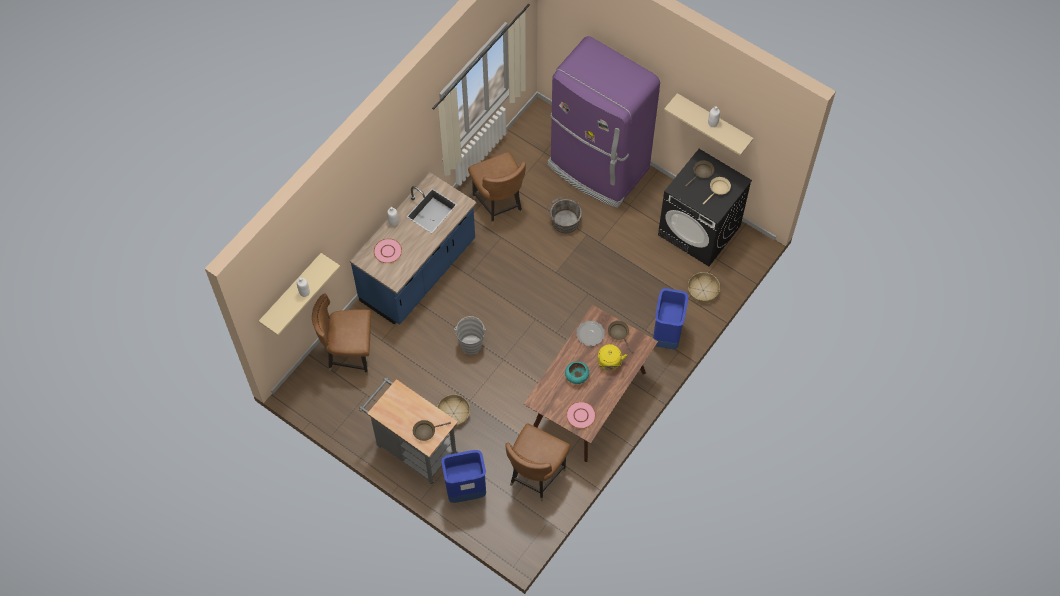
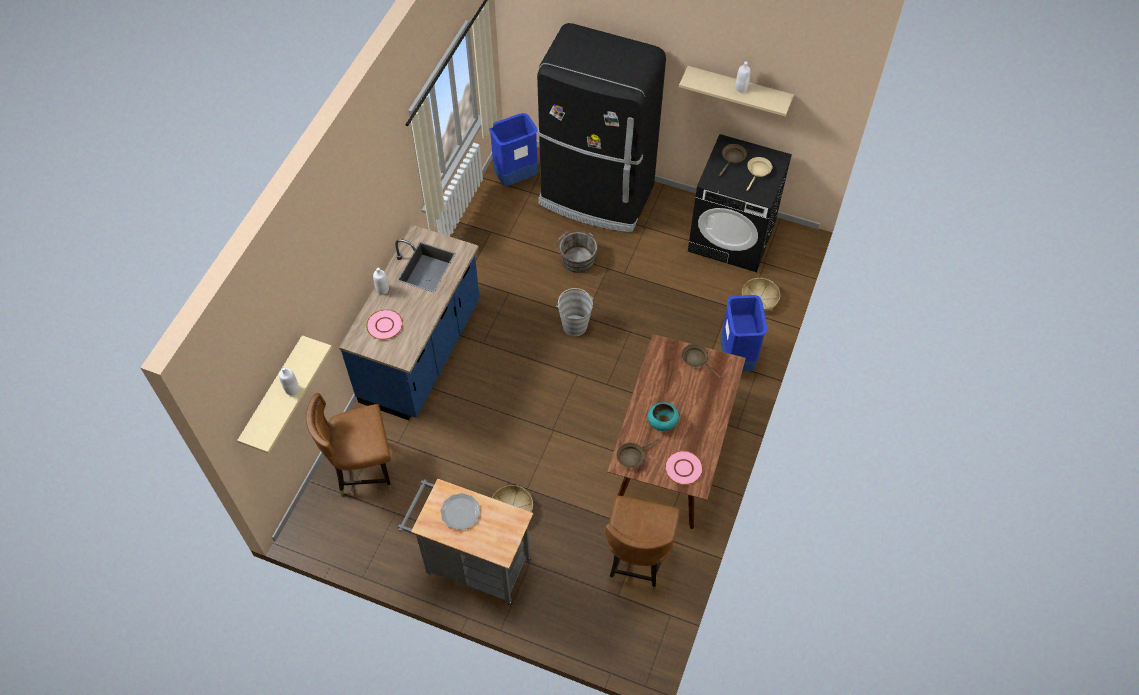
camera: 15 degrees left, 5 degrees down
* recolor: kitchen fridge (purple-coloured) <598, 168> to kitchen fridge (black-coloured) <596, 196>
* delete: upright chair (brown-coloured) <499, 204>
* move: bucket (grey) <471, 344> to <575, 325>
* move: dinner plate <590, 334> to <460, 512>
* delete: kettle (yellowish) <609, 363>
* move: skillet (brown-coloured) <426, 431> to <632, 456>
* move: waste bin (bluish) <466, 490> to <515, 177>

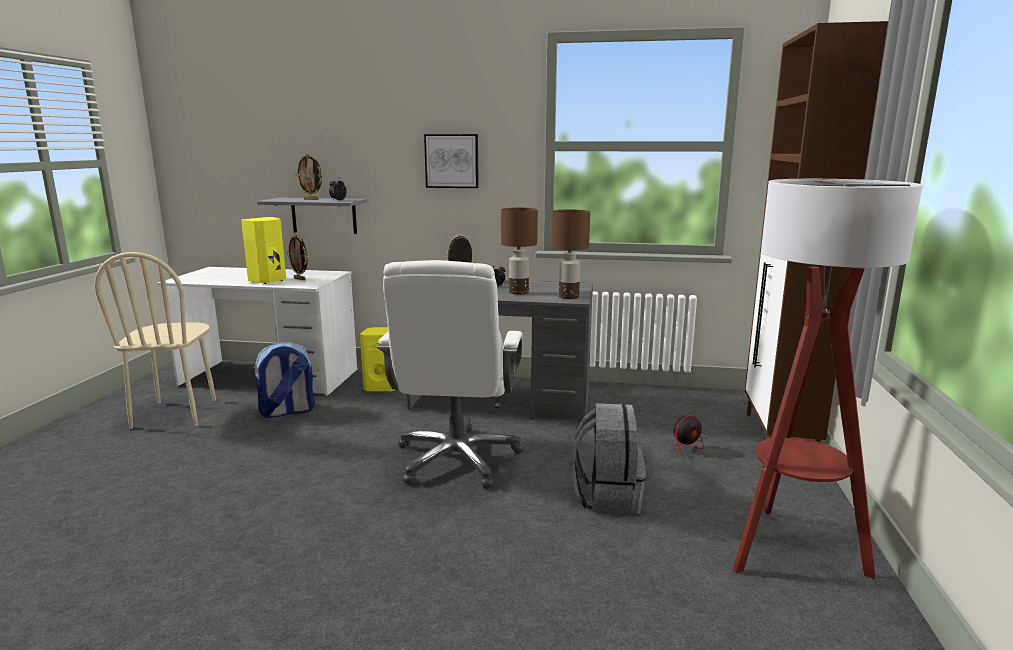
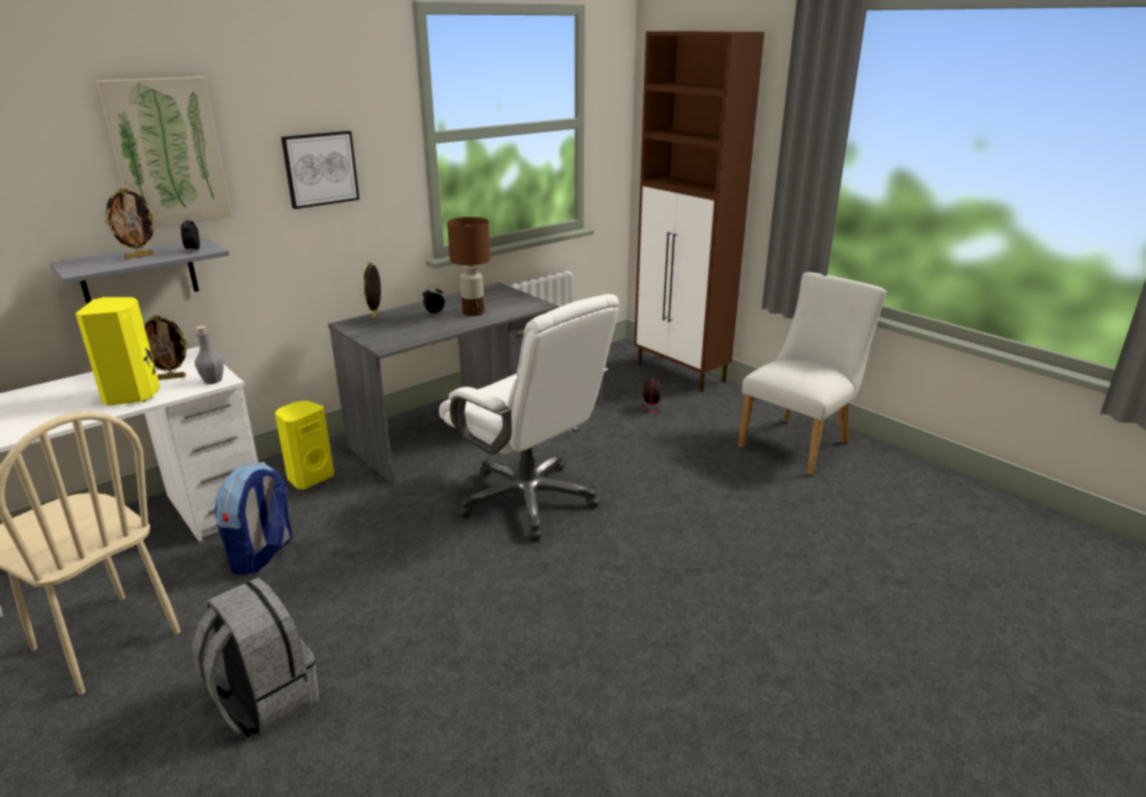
camera: 50 degrees left, 10 degrees up
* replace: floor lamp <789, 550> to upright chair (white) <799, 442>
* delete: lamp for a table (brown-coloured) <568, 296>
* move: knapsack (grey) <607, 496> to <264, 699>
* insert: wall picture <167, 152>
* insert: drink bottle (grey) <213, 380>

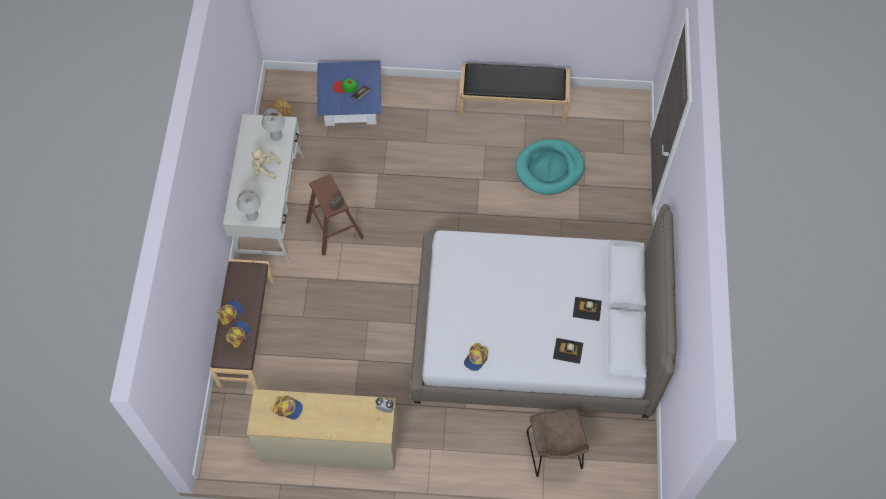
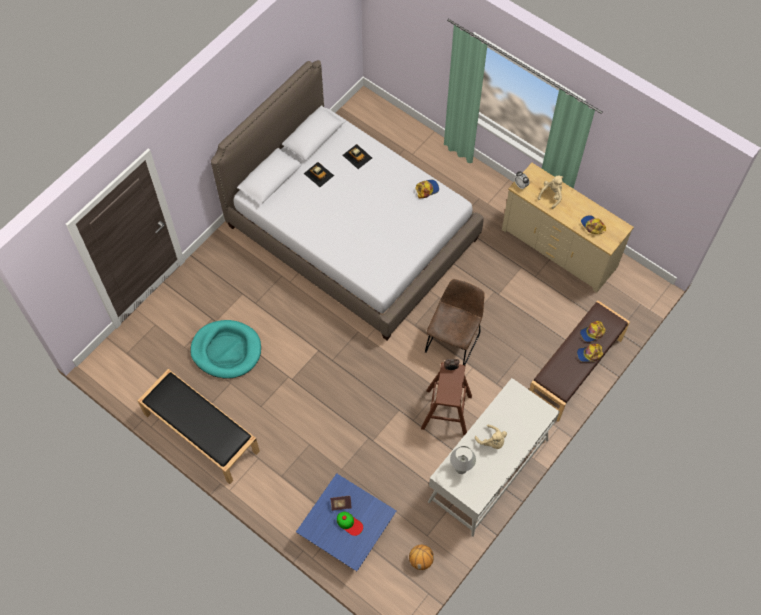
camera: 145 degrees left, 0 degrees up
* delete: lamp for a table (white) <252, 216>
* move: upright chair (brown-coloured) <555, 454> to <453, 340>
* insert: soft toy (sand-coloured) <551, 195>

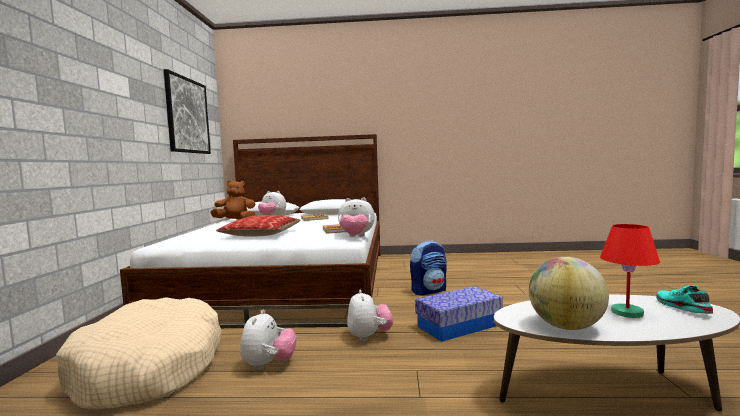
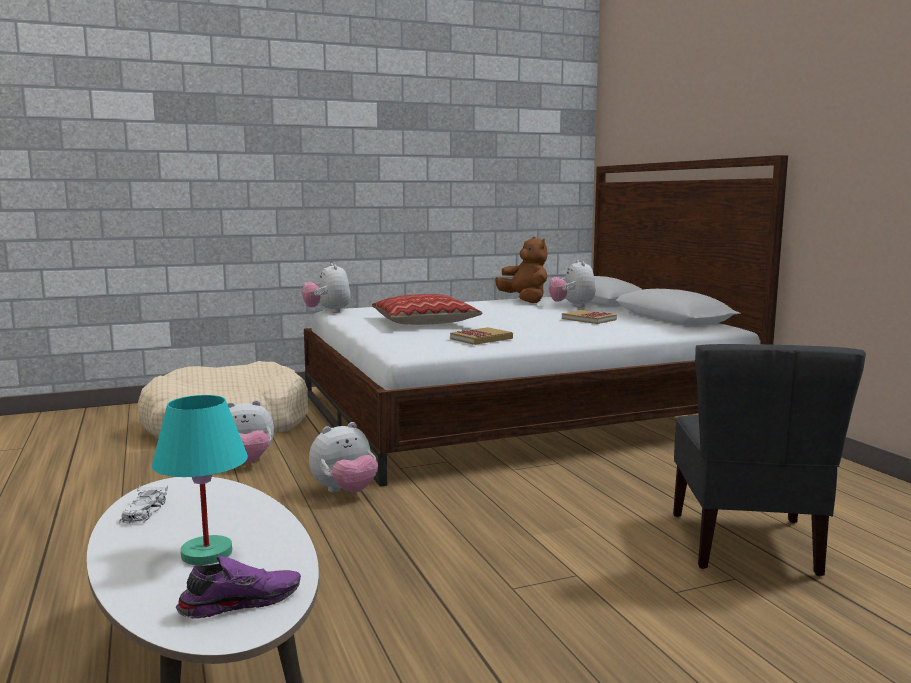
camera: 65 degrees right, 5 degrees up
* delete: wall picture <187, 115>
* move: soft toy <356, 237> to <328, 312>
* recolor: lamp for a table (red-coloured) <627, 313> to lamp for a table (turquoise) <205, 553>
* delete: knapsack <429, 291>
* replace: globe <566, 326> to miniature car (white) <143, 512>
* recolor: shoe (turquoise) <681, 307> to shoe (purple-coloured) <240, 601>
* delete: storage container <459, 326>
* insert: upright chair (grey) <746, 544>

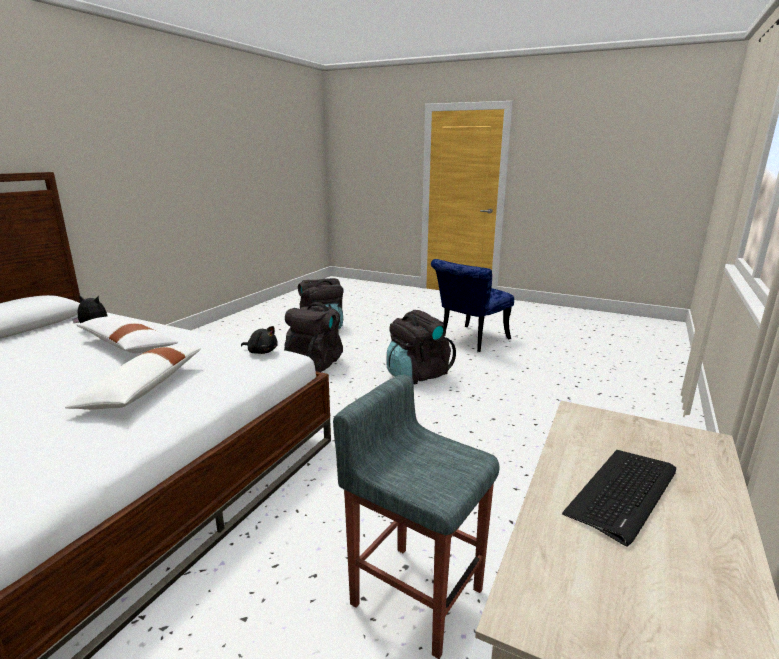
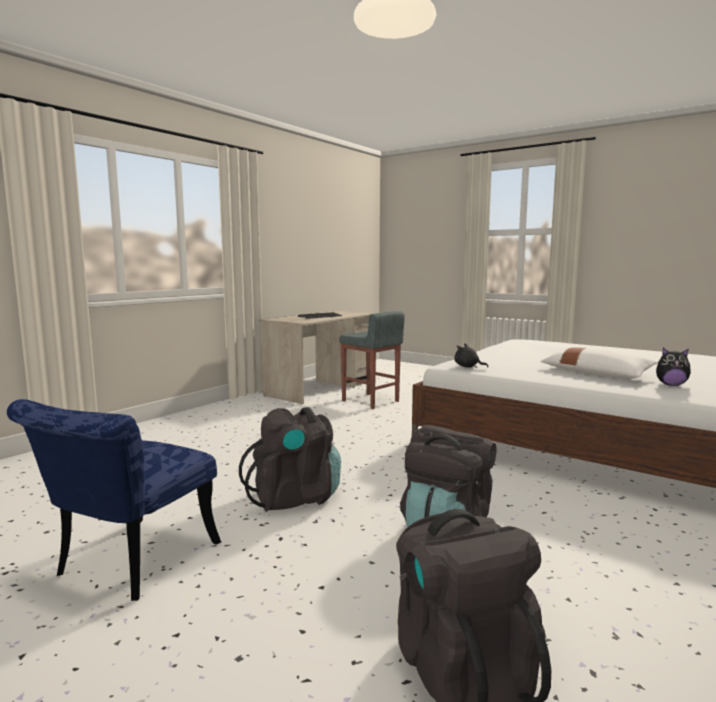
camera: 170 degrees left, 10 degrees down
* rotate: upright chair (bluish) <469, 340> = <128, 564> 150 degrees clockwise
* delete: cushion (white) <143, 389>

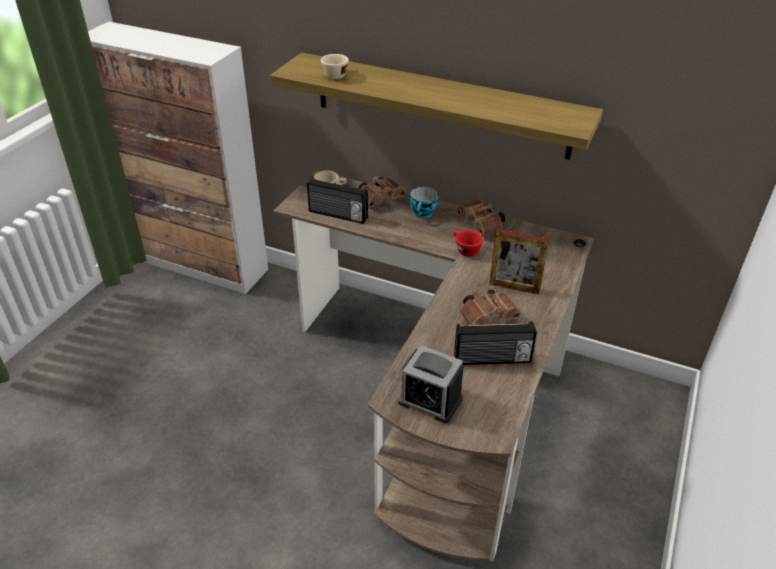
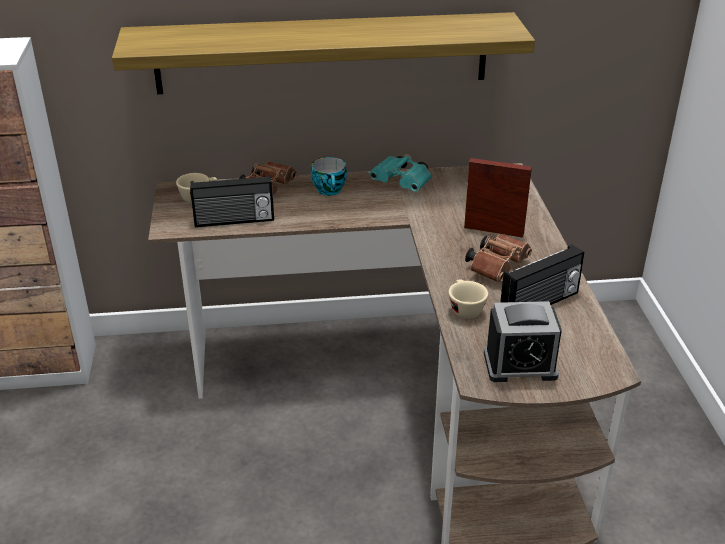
camera: 30 degrees left, 5 degrees down
* move: small cup (sand-coloured) <336, 74> to <464, 308>
* recolor: binoculars (brown-coloured) <481, 225> to binoculars (turquoise) <403, 183>
* rotate: picture frame <514, 287> = <493, 230> 150 degrees counterclockwise
* delete: small cup (red-coloured) <465, 250>

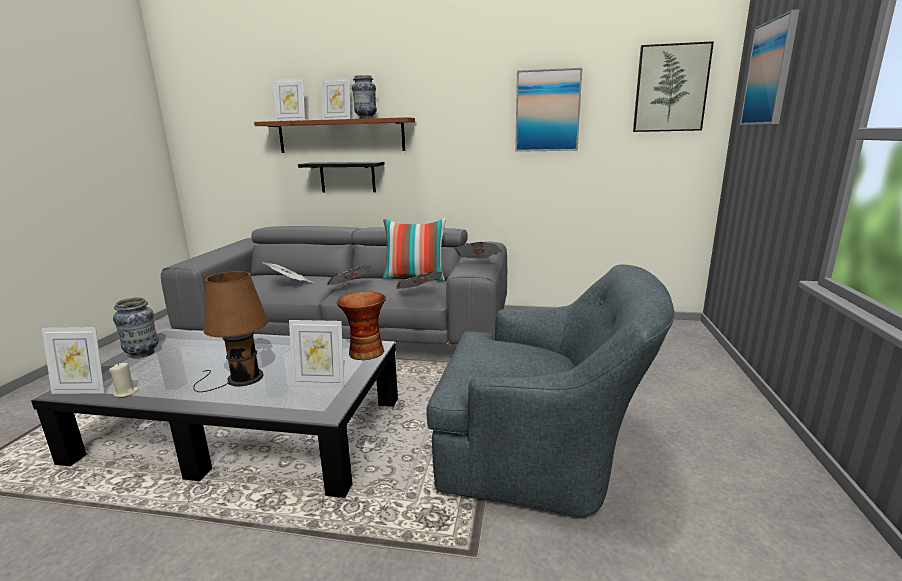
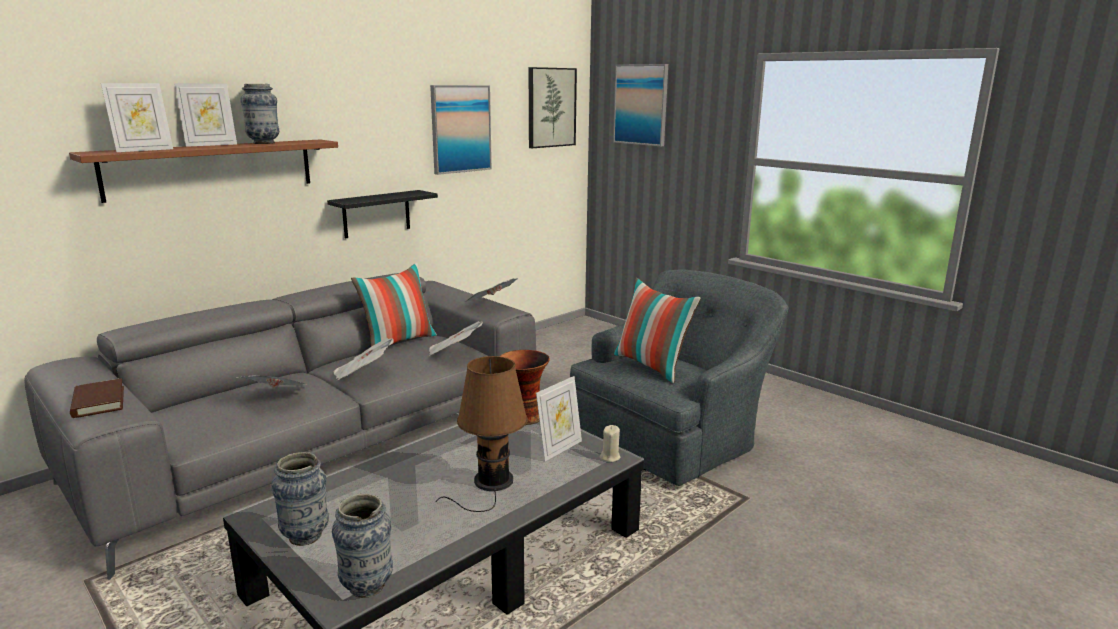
camera: 55 degrees left, 0 degrees up
* move: shelf (black-coloured) <347, 177> to <376, 214>
* replace: picture frame <82, 390> to flower vase <367, 586>
* move: wax light (sand-coloured) <126, 392> to <610, 457>
* insert: cushion <652, 366>
* insert: book (brown-coloured) <98, 402>

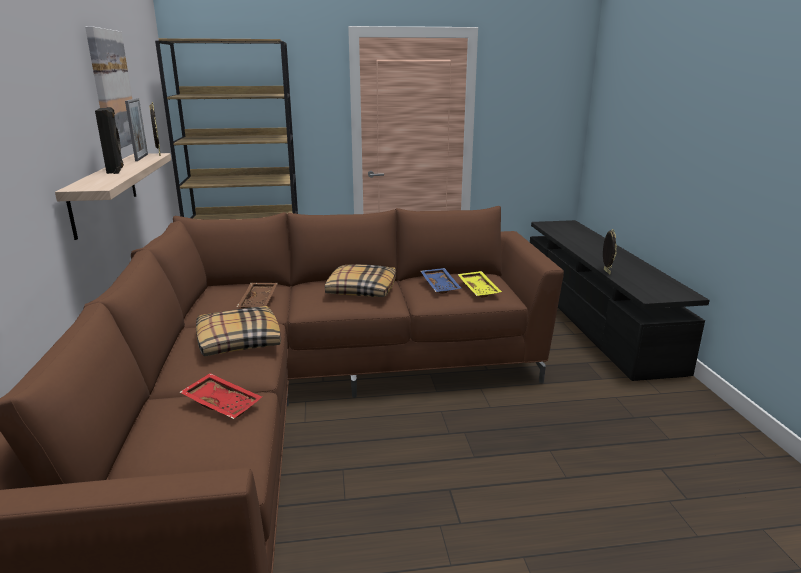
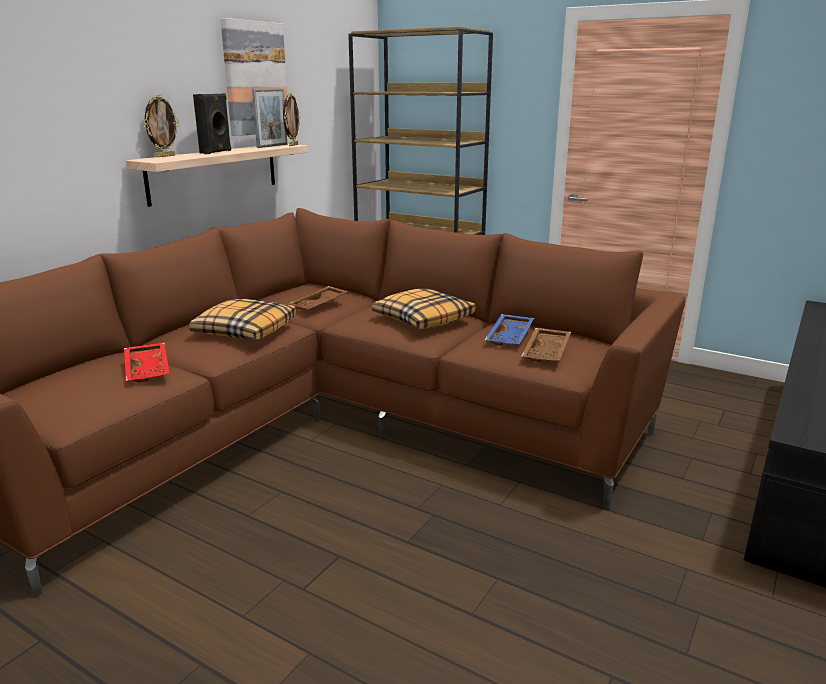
camera: 40 degrees right, 0 degrees up
* move: picture frame <606, 271> to <165, 156>
* recolor: tray (yellowish) <479, 289> to tray (brown-coloured) <547, 352>

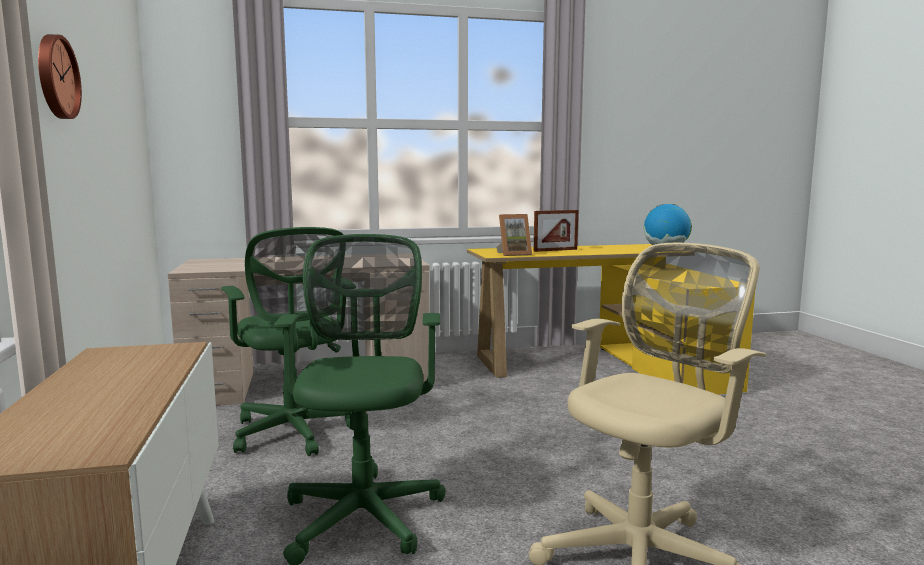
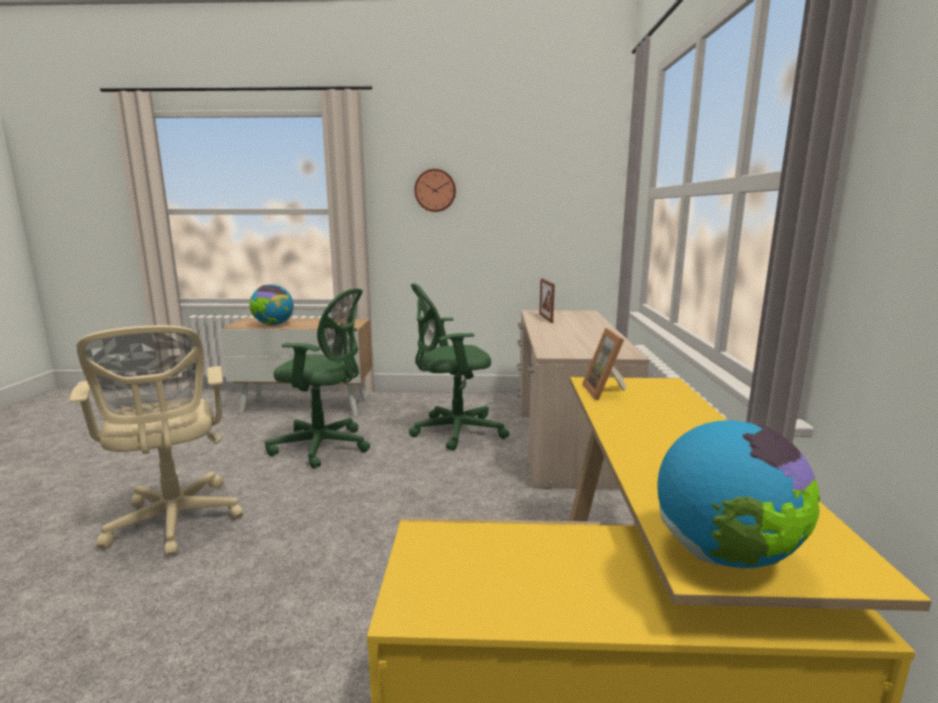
camera: 105 degrees right, 5 degrees up
* move: picture frame <555, 250> to <546, 318>
* insert: globe <273, 325>

